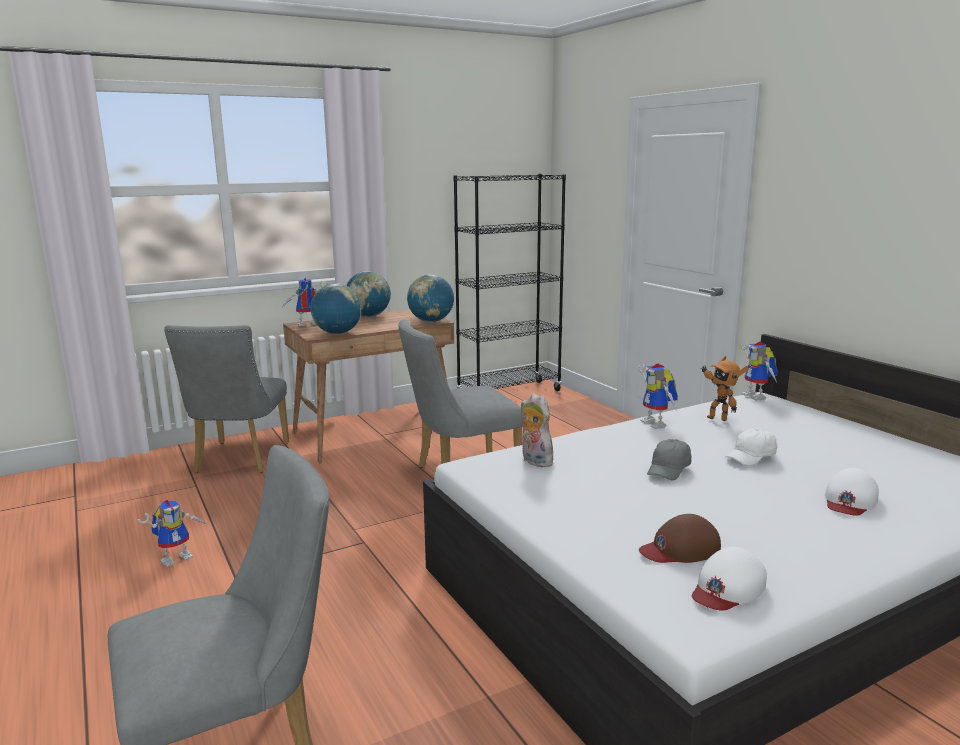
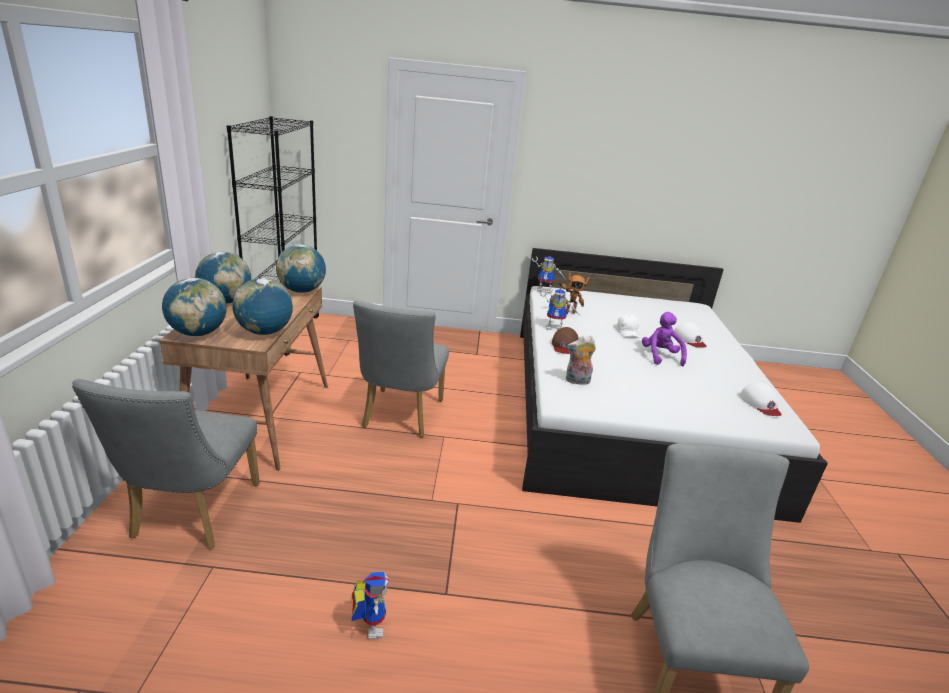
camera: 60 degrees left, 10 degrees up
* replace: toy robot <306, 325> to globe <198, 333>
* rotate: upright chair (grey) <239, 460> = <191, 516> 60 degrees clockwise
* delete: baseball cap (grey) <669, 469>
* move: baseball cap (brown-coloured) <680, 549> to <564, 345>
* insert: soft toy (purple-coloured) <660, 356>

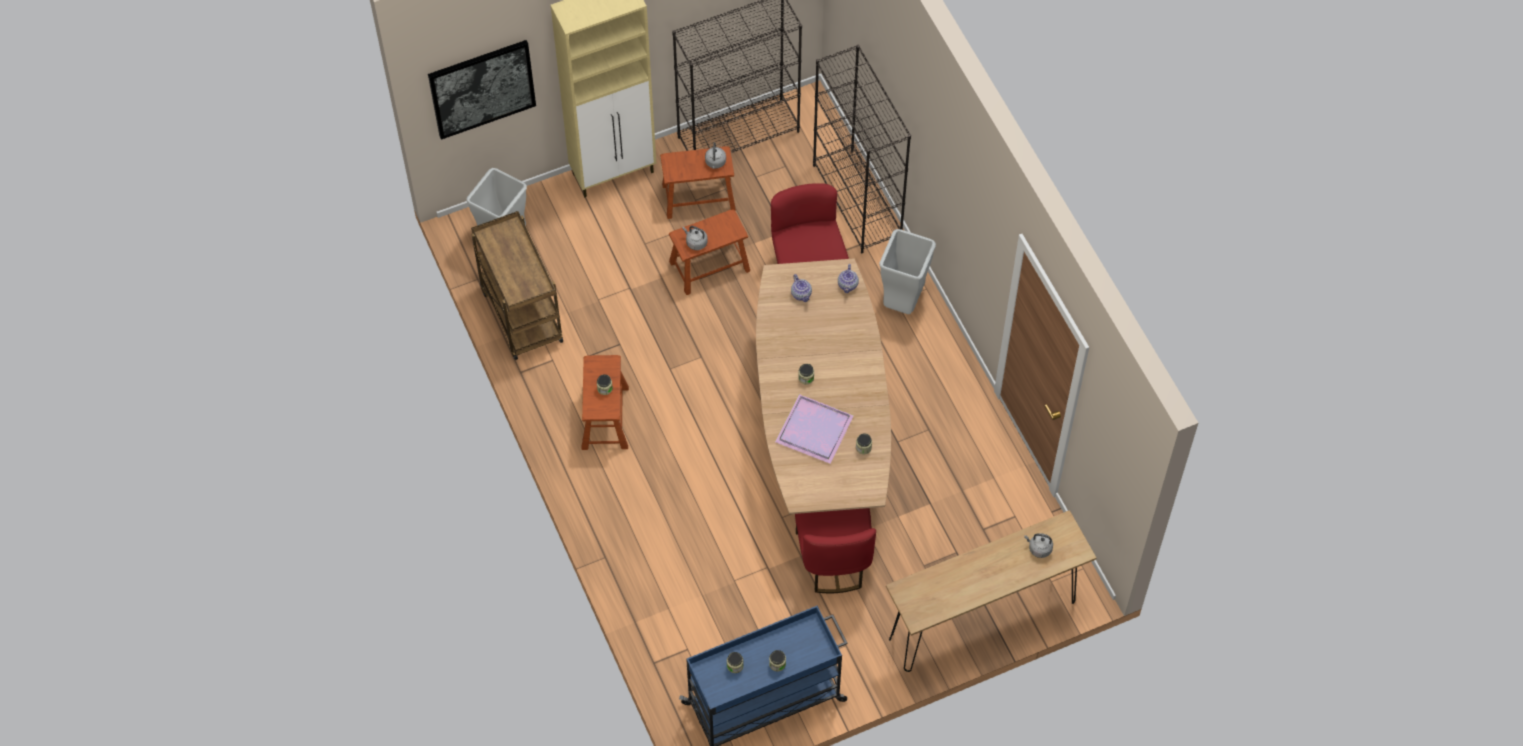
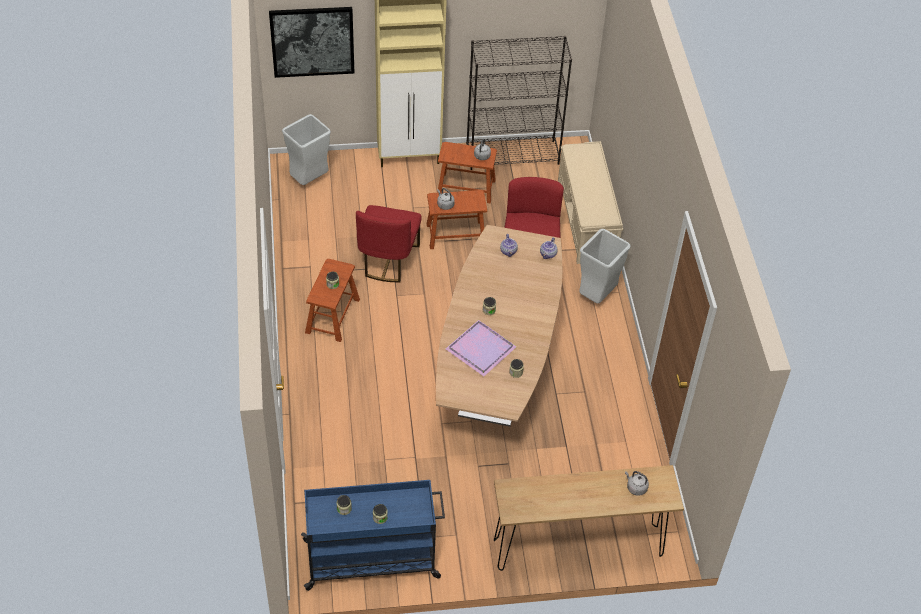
camera: 15 degrees right, 10 degrees down
* replace: bookshelf (black-coloured) <857, 201> to long seat (sand-coloured) <586, 220>
* delete: wheeled cart (brown-coloured) <520, 315>
* move: upright chair (red-coloured) <833, 559> to <388, 260>

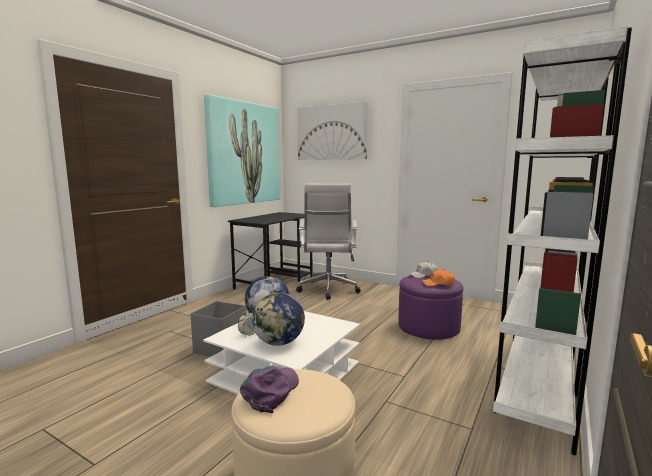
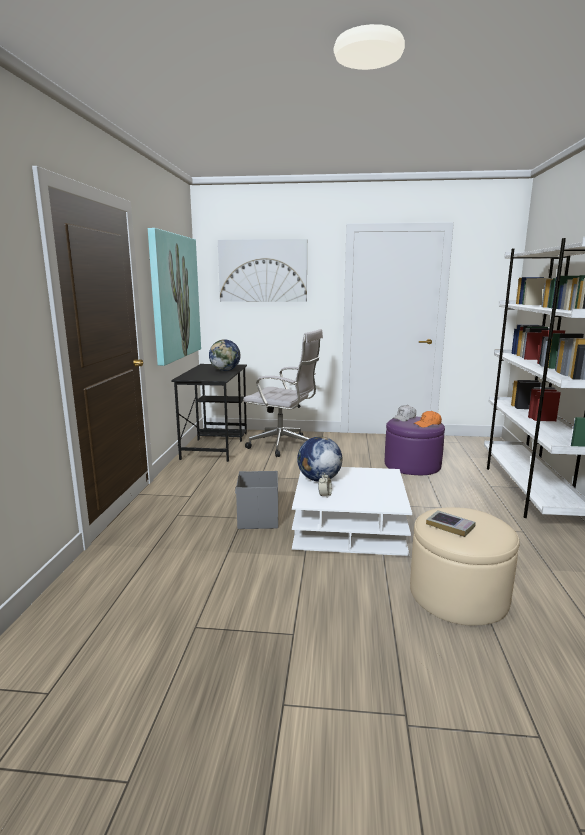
camera: 25 degrees left, 5 degrees up
* rotate: desk chair (white) <328, 290> = <284, 446> 45 degrees counterclockwise
* move: globe <279, 343> to <225, 370>
* replace: baseball cap (purple-coloured) <271, 391> to book <450, 526>

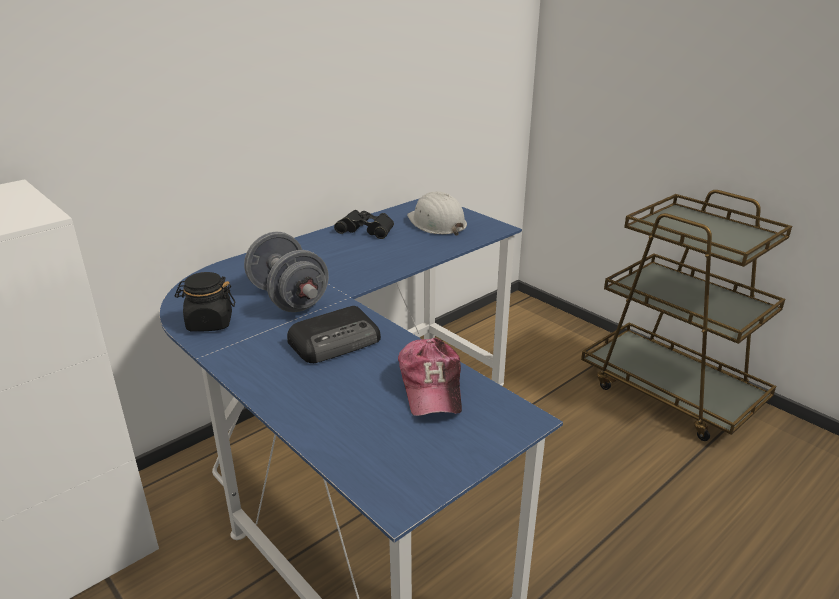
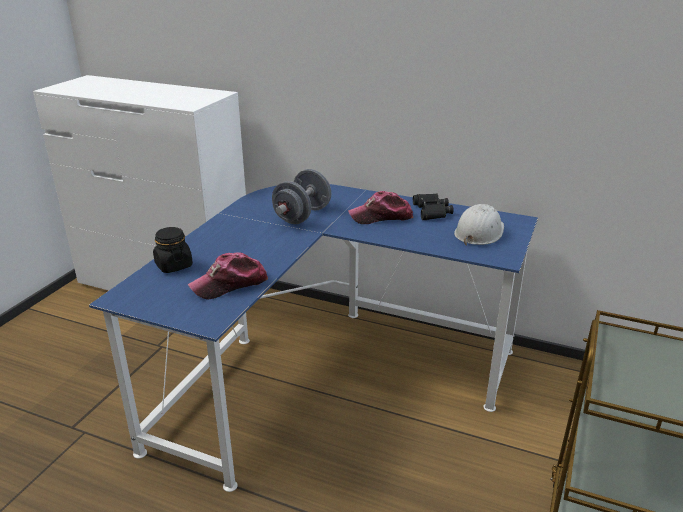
camera: 65 degrees right, 0 degrees up
* move: storage jar (black-coloured) <209, 323> to <173, 265>
* delete: radio set <336, 341>
* insert: baseball cap <381, 217>

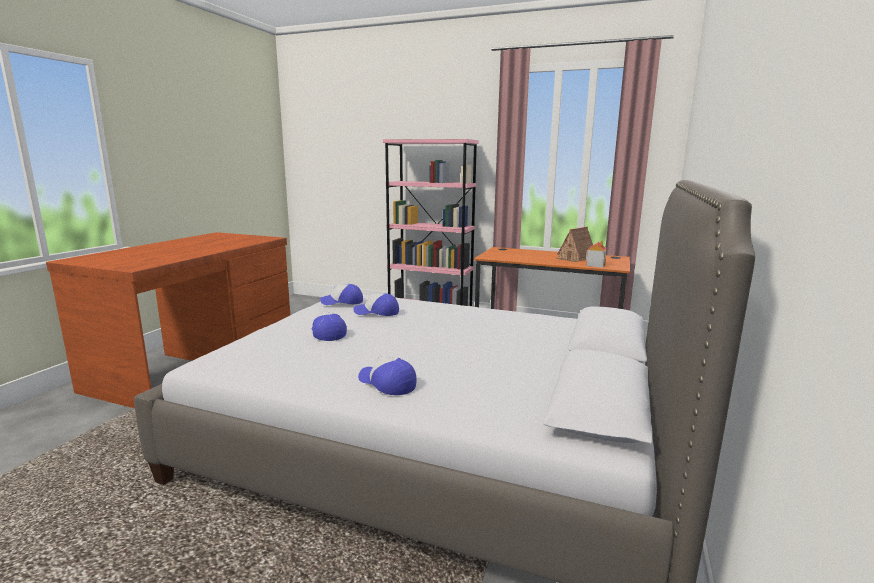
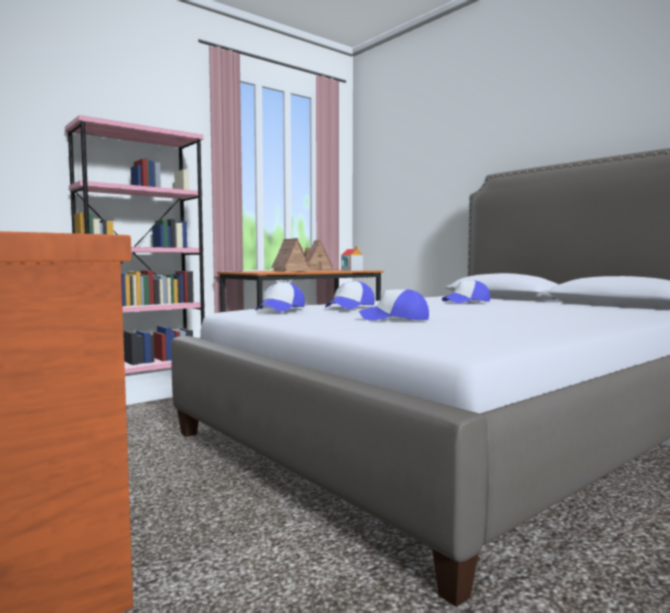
camera: 60 degrees left, 10 degrees down
* move: baseball cap <387, 383> to <466, 302>
* insert: model house <289, 271>

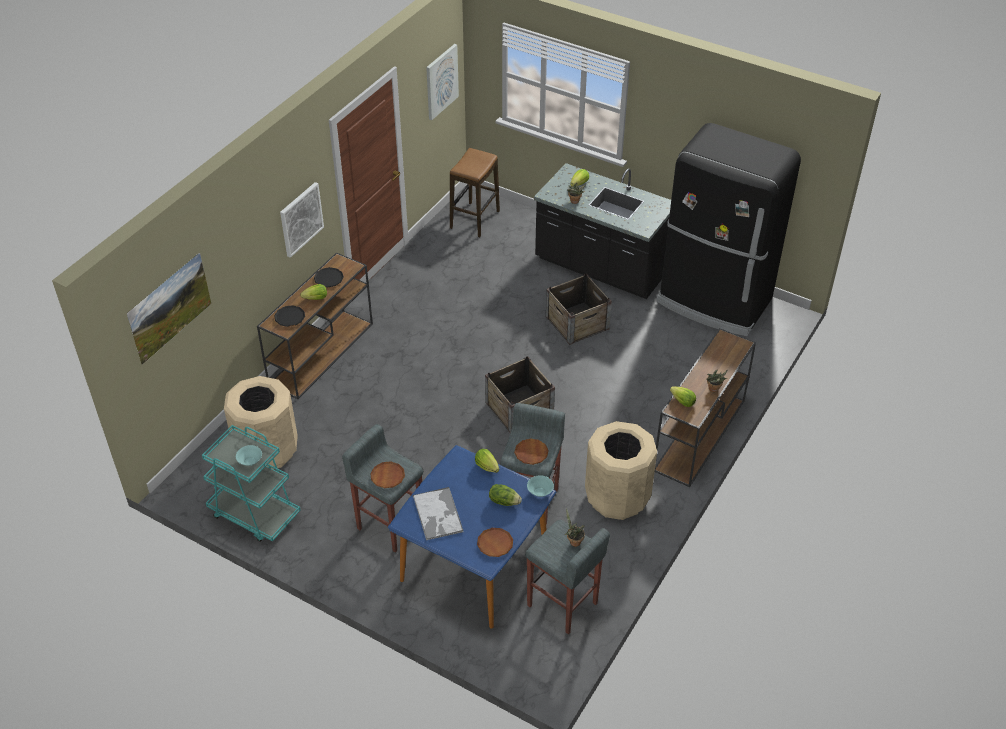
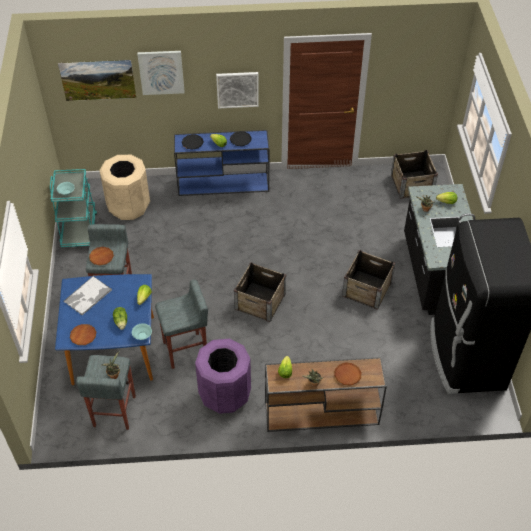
camera: 55 degrees right, 5 degrees up
* move: wall picture <441, 81> to <161, 72>
* replace: stool seat <475, 220> to shipping crate <411, 184>
* recolor: console table (brown-coloured) <322, 352> to console table (bluish) <224, 184>
* recolor: waste bin (sand-coloured) <617, 498> to waste bin (purple-coloured) <225, 395>
* move: dinner plate (brown-coloured) <531, 453> to <347, 375>

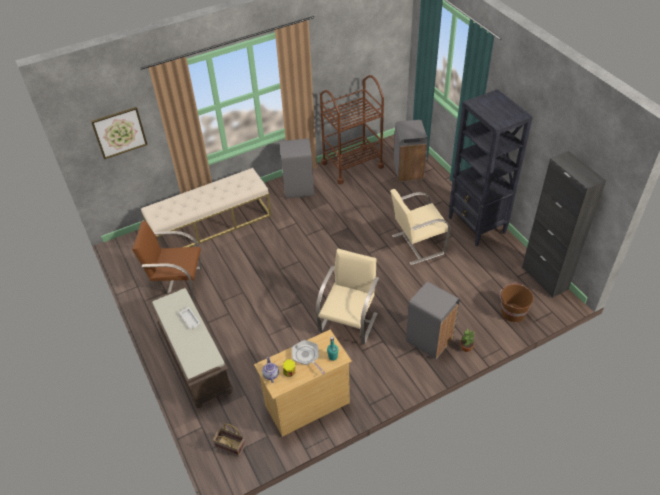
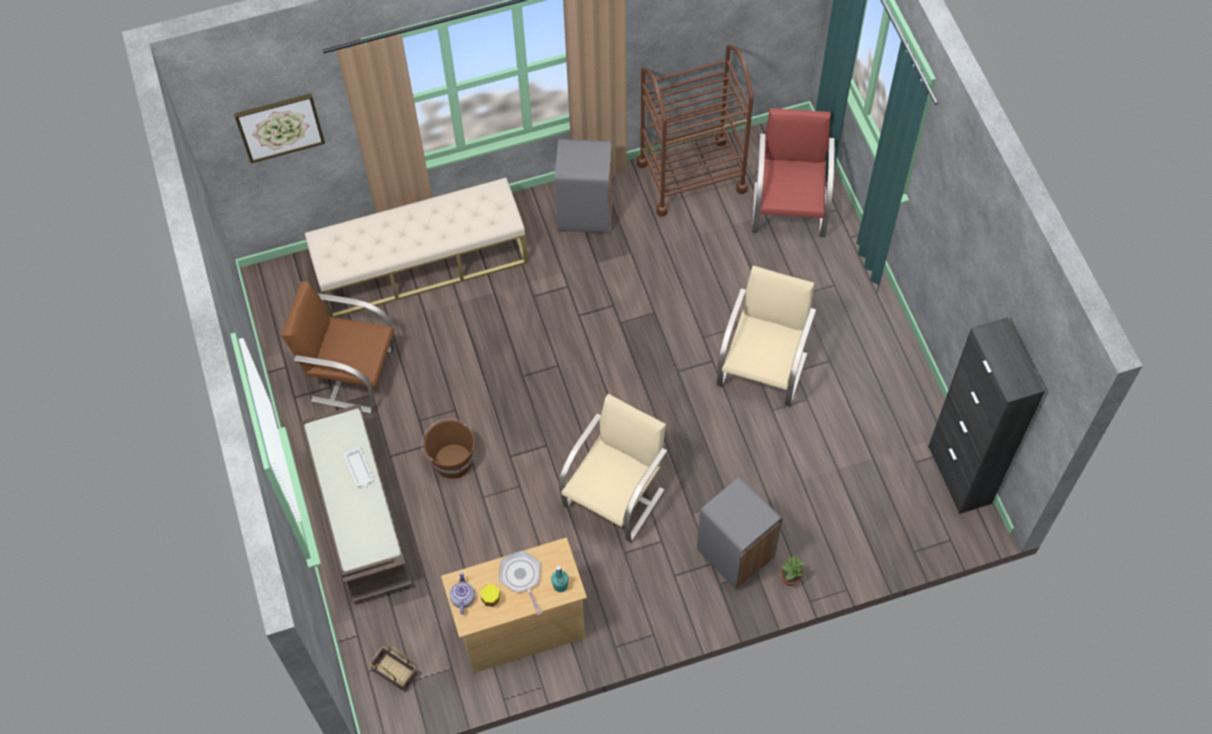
camera: 10 degrees right, 15 degrees up
* delete: bookshelf (black-coloured) <477, 226>
* replace: waste bin (grey) <408, 171> to upright chair (red-coloured) <789, 209>
* rotate: upright chair (sand-coloured) <417, 244> = <763, 368> 120 degrees clockwise
* move: bucket (brown-coloured) <512, 312> to <452, 460>

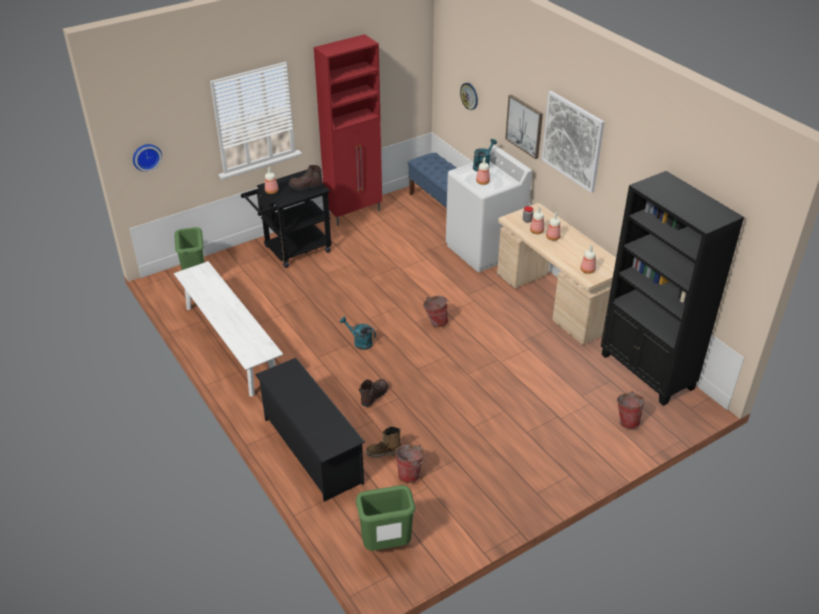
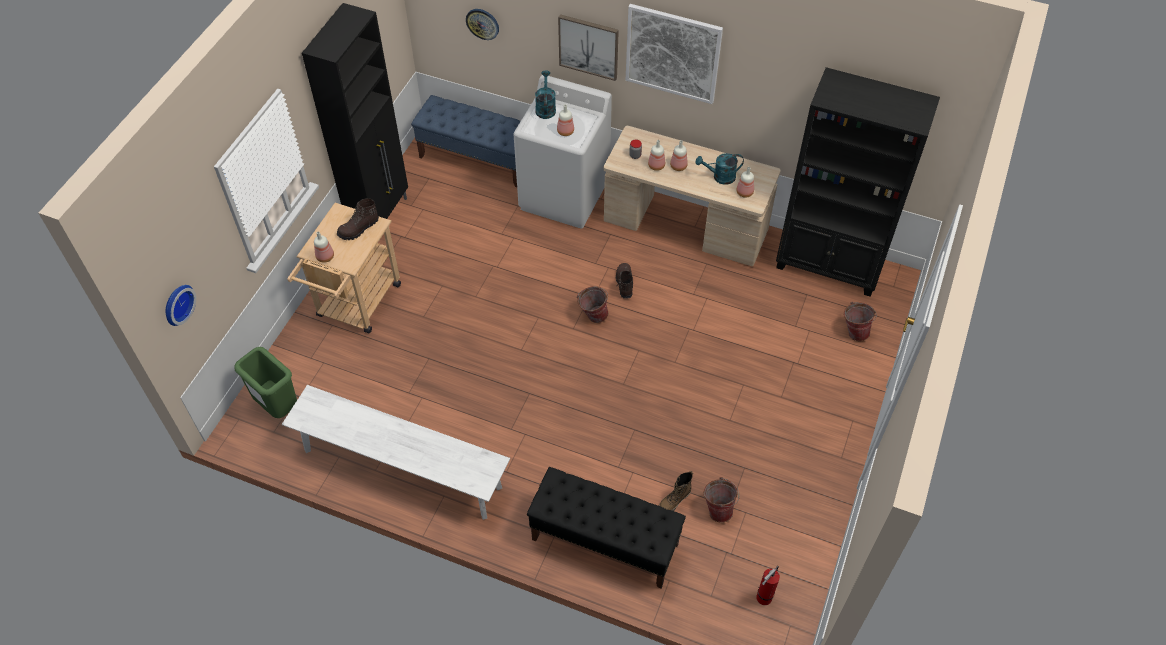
camera: 35 degrees left, 15 degrees up
* recolor: cabinet (red-coloured) <354, 213> to cabinet (black-coloured) <381, 216>
* recolor: wheeled cart (black-coloured) <292, 251> to wheeled cart (sand-coloured) <355, 306>
* move: watering can (turquoise) <360, 342> to <720, 177>
* replace: shoe stand (black-coloured) <312, 450> to long seat (black-coloured) <604, 542>
* move: boot (brown-coloured) <373, 396> to <624, 283>
* replace: waste bin (greenish) <386, 546> to fire extinguisher <762, 599>

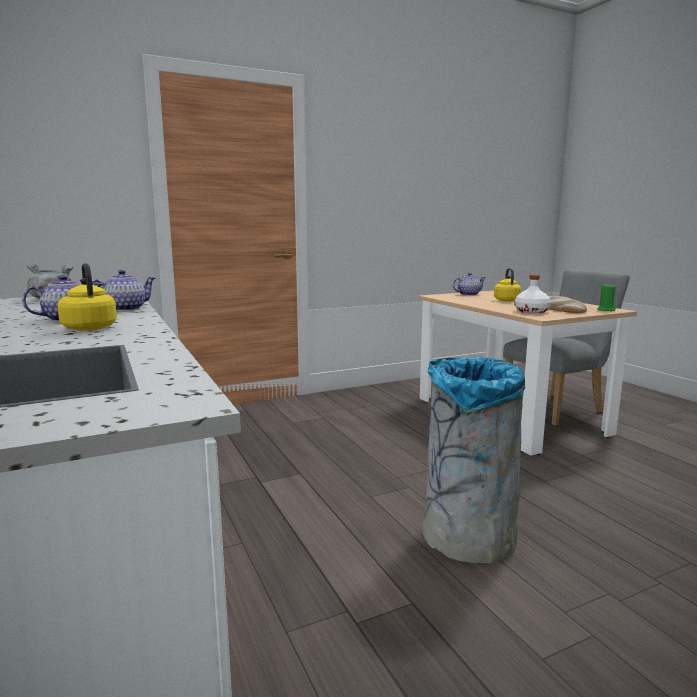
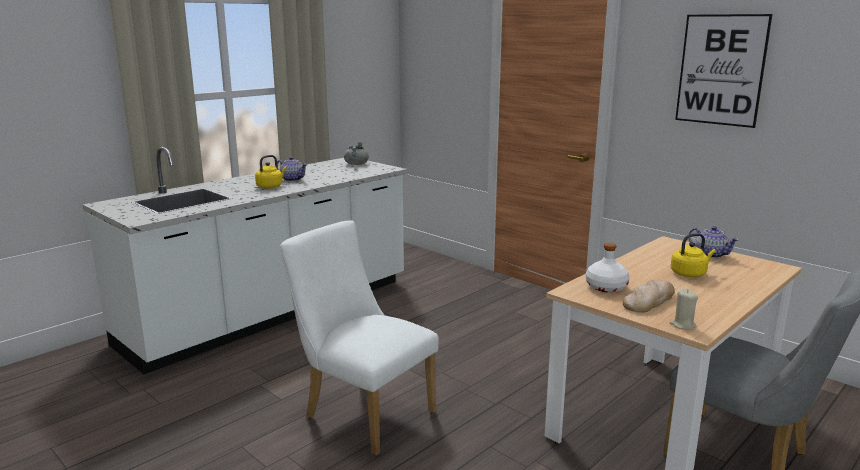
camera: 70 degrees right, 5 degrees up
* delete: teapot <124, 309>
* recolor: wax light (greenish) <605, 310> to wax light (sand-coloured) <682, 325>
* replace: waste bin (grey) <467, 538> to upright chair (white) <362, 412>
* insert: wall picture <721, 70>

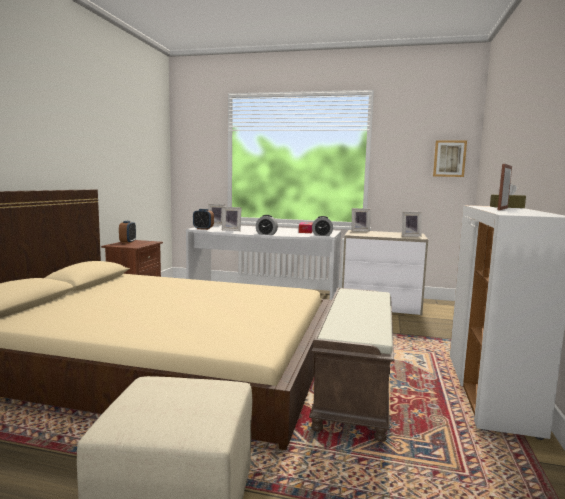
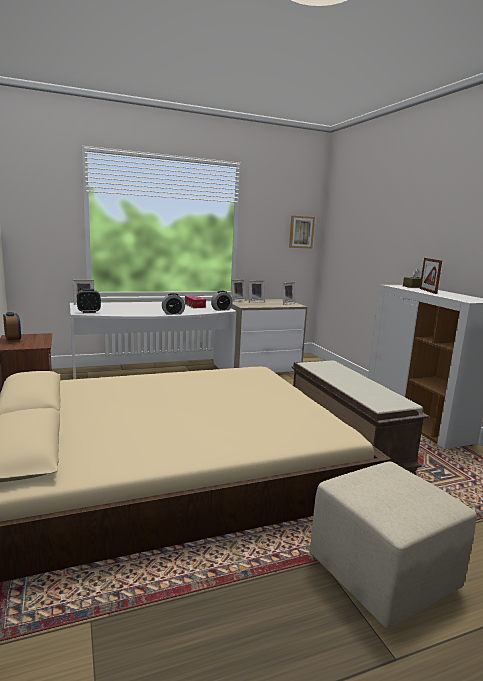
camera: 35 degrees left, 5 degrees up
* move: picture frame <231, 230> to <255, 301>

